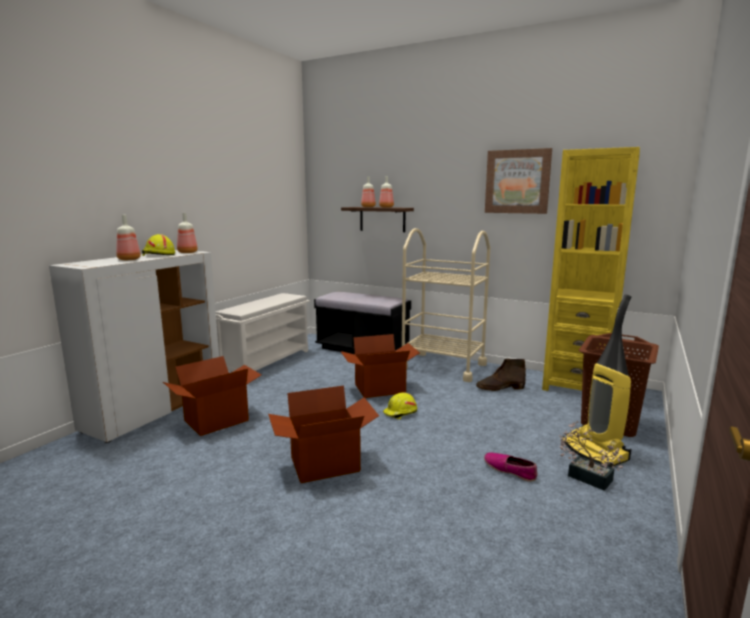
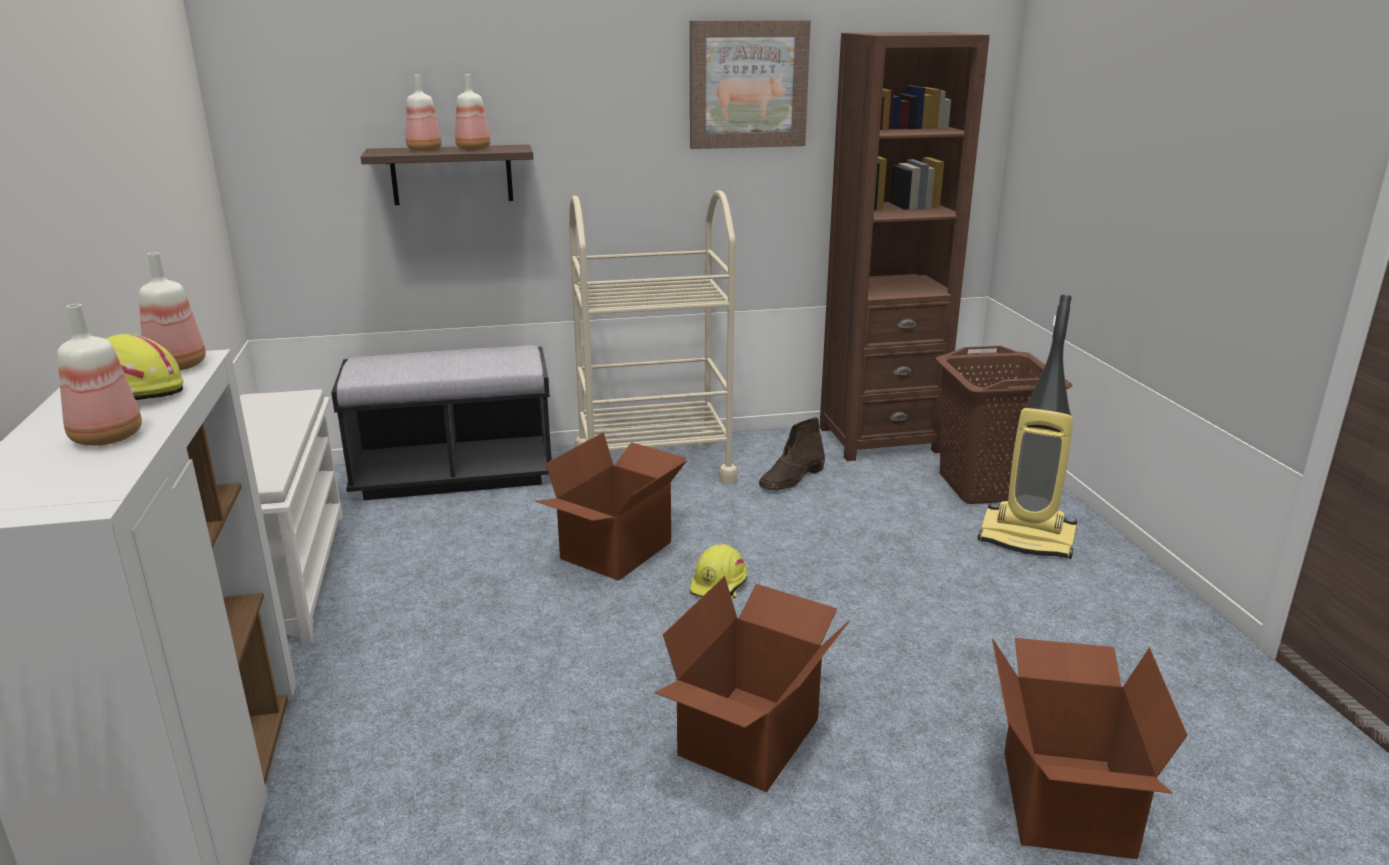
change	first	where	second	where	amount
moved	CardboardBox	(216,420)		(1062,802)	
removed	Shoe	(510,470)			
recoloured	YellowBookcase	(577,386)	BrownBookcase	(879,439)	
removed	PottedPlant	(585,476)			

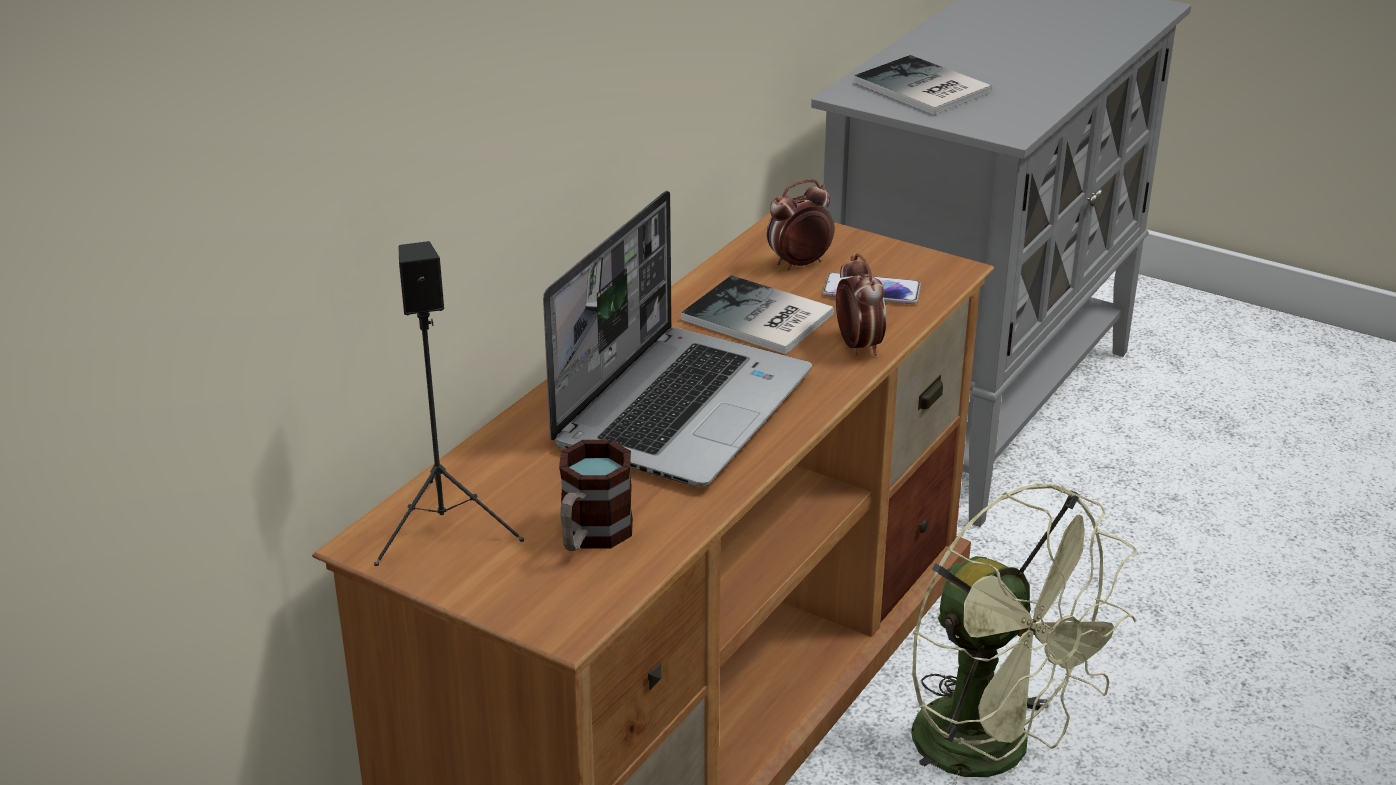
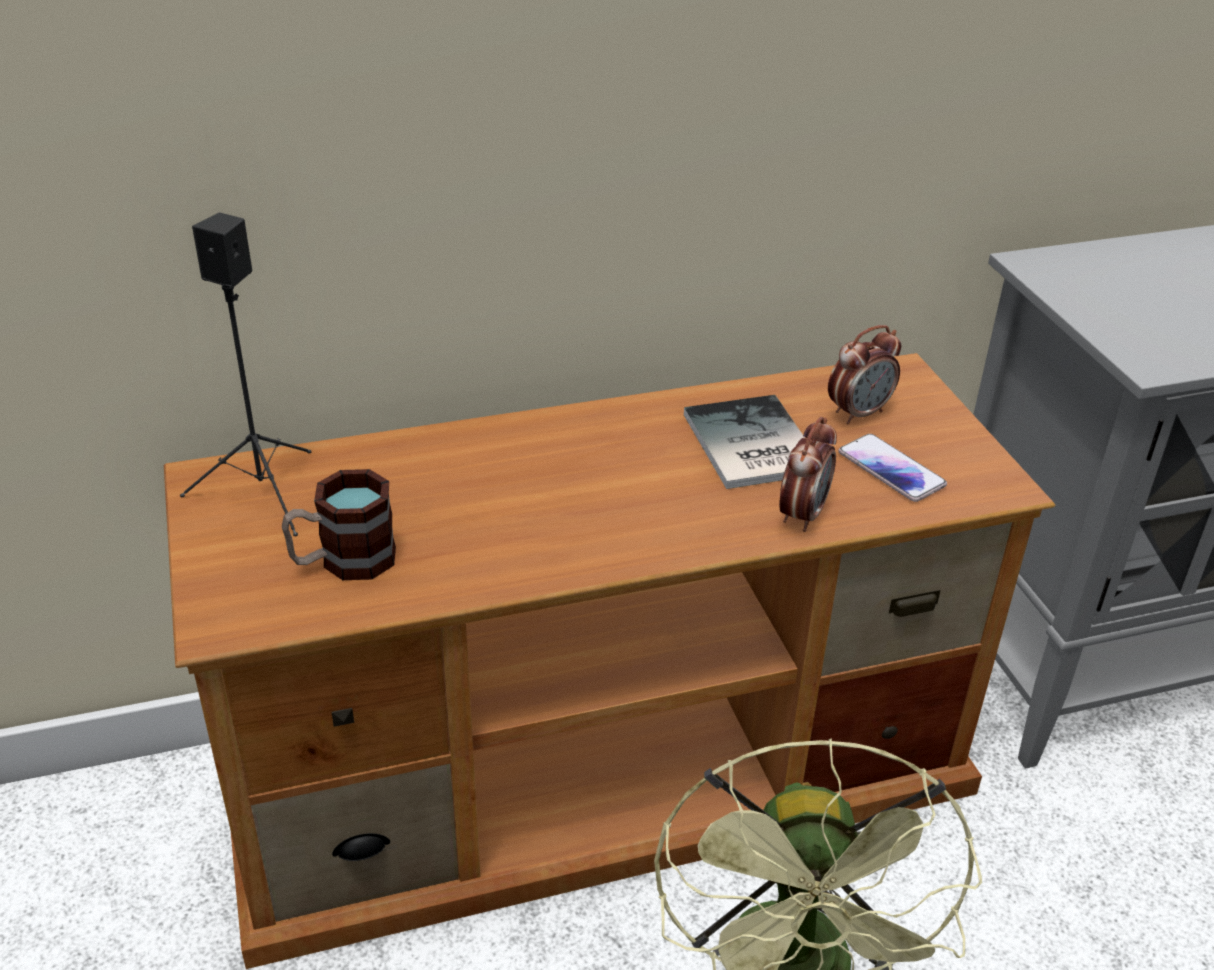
change	first	where	second	where	amount
removed	Laptop	(682,408)			
turned	AlarmClock	(799,264)		(858,413)	135 degrees clockwise
removed	Book	(922,89)			

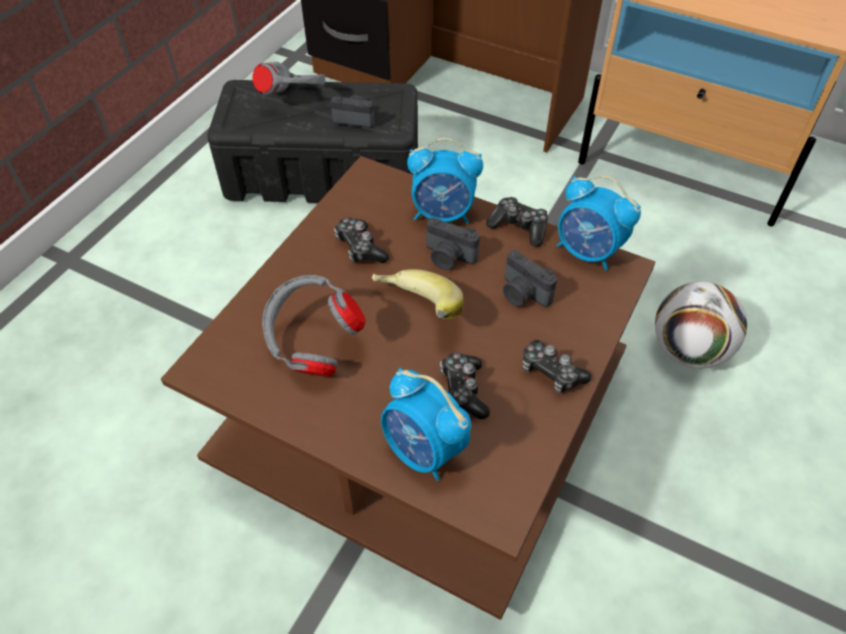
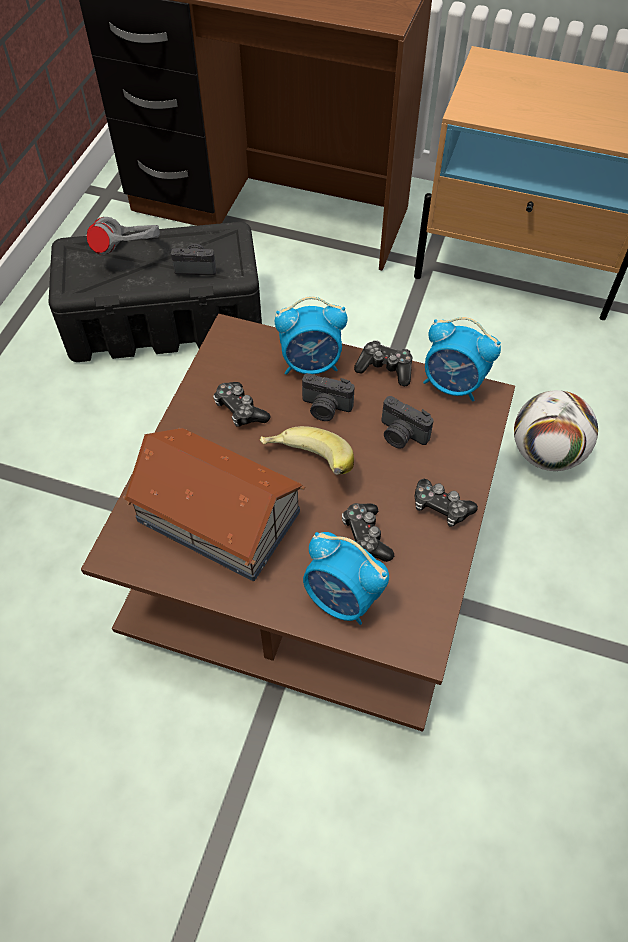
change	first	where	second	where	amount
replaced	GreyHeadphones	(312,345)	ToyHouse	(217,514)	

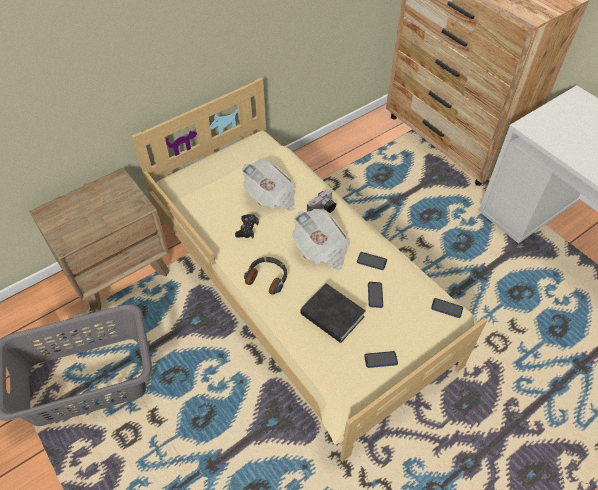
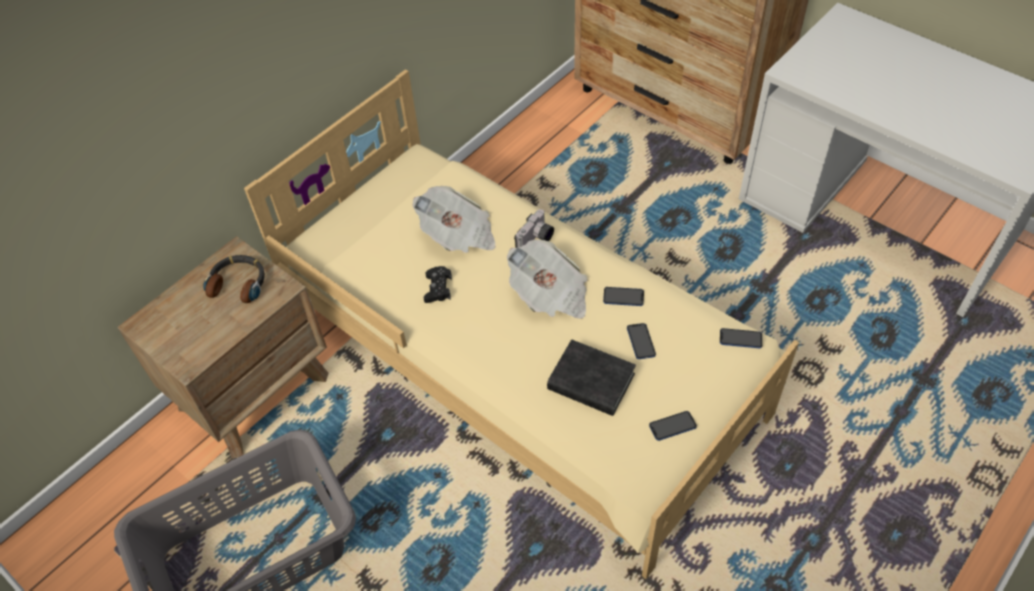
change	first	where	second	where	amount
moved	Headphones	(267,277)		(239,283)	

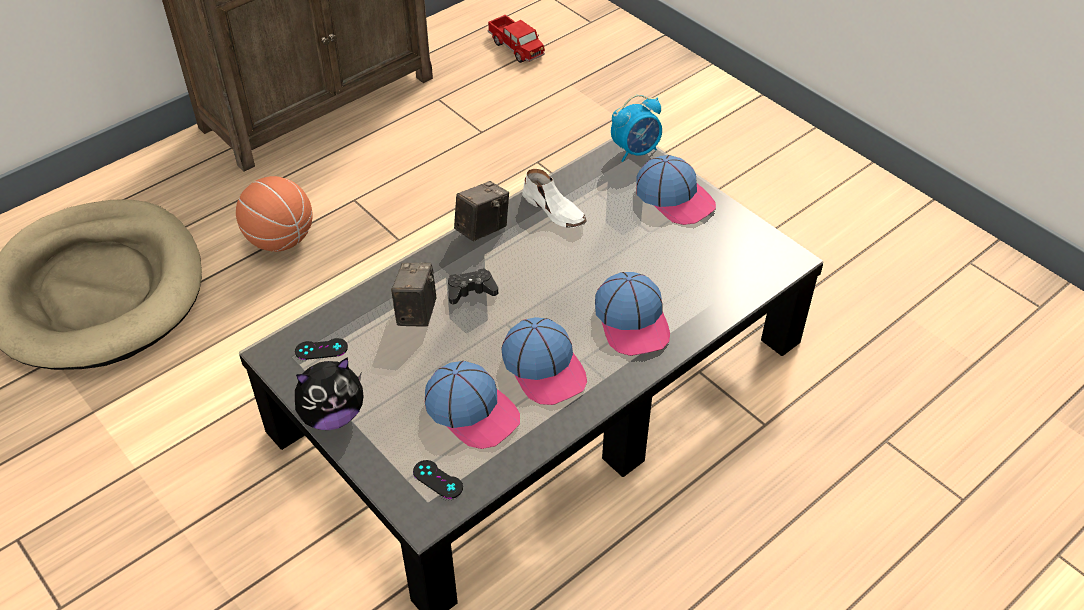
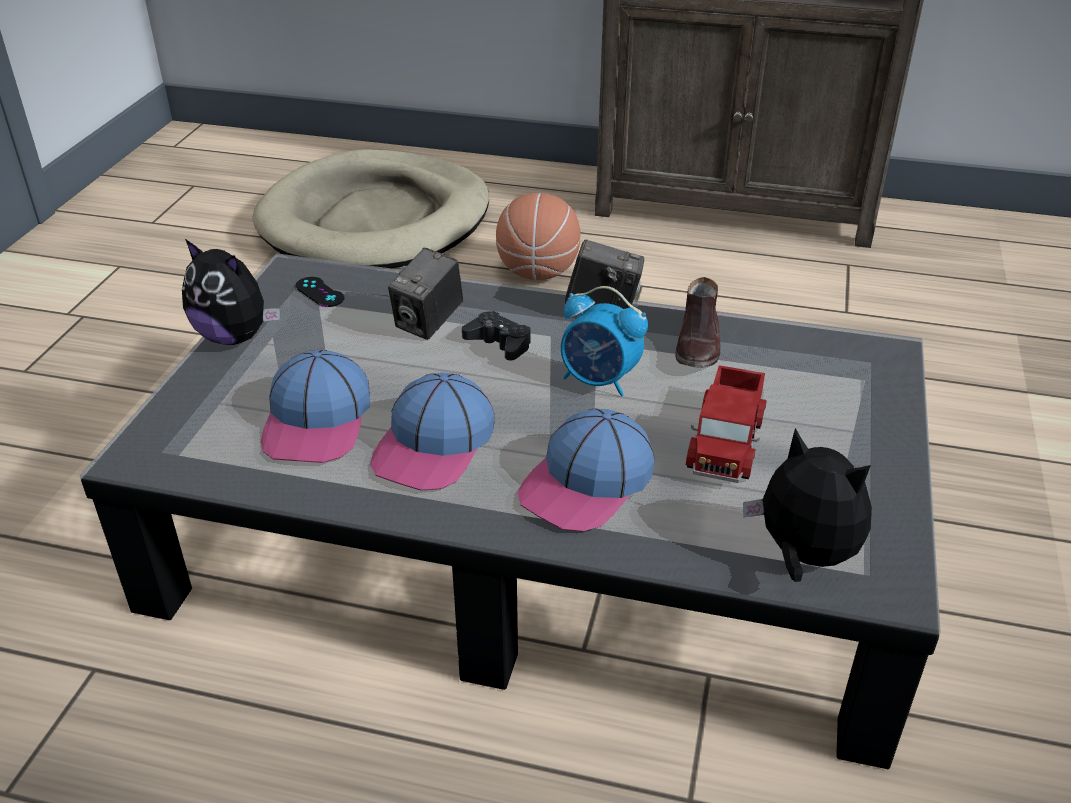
change	first	where	second	where	amount
turned	PhotoCamera	(416,312)		(429,323)	150 degrees clockwise
removed	BlackGameController	(438,479)			
moved	ToyTruck	(516,47)		(726,440)	
recoloured	WhiteShoe	(555,210)	BrownShoe	(698,344)	
moved	AlarmClock	(636,151)		(599,381)	
removed	Cap	(675,197)			
added			PlushToy	(803,556)	

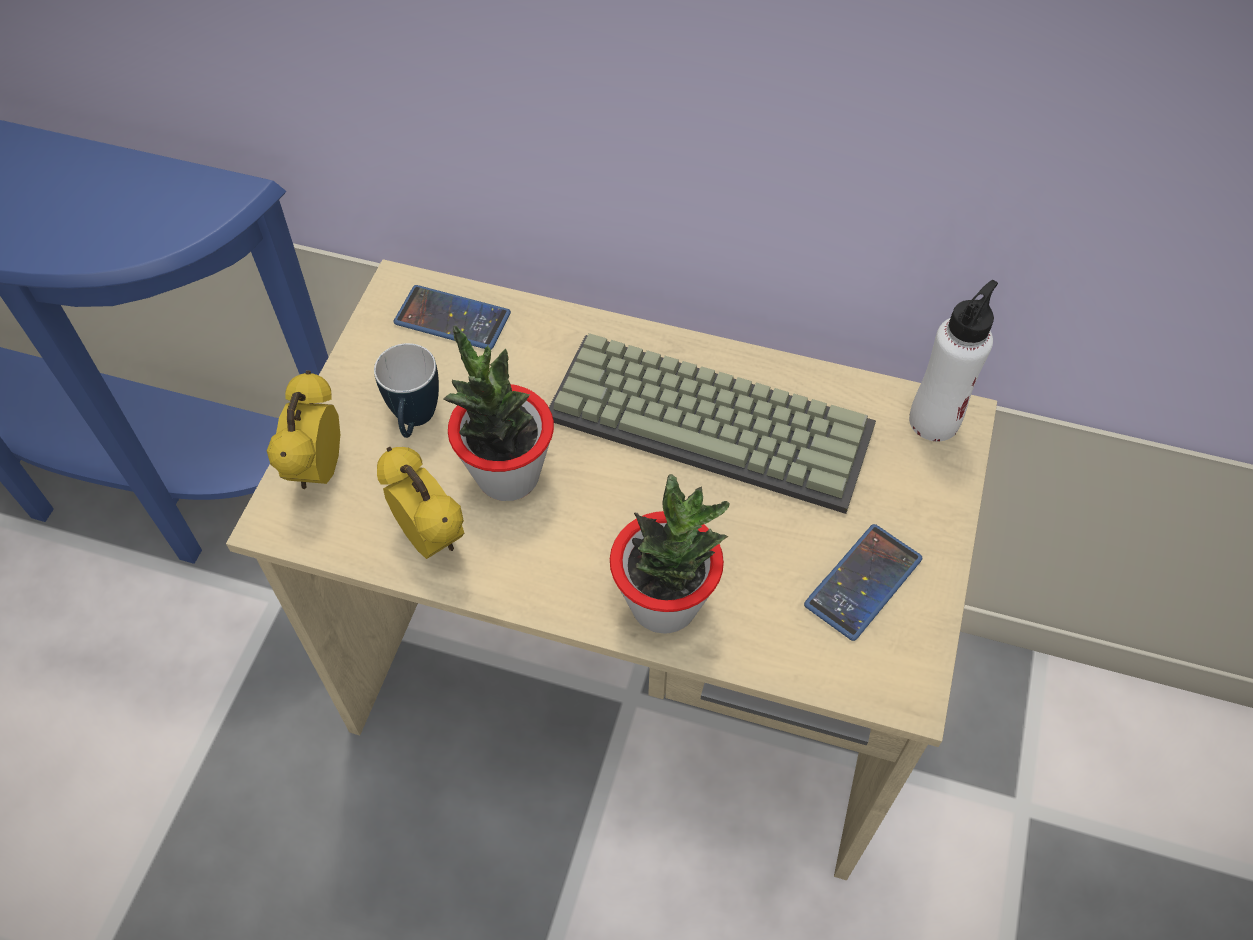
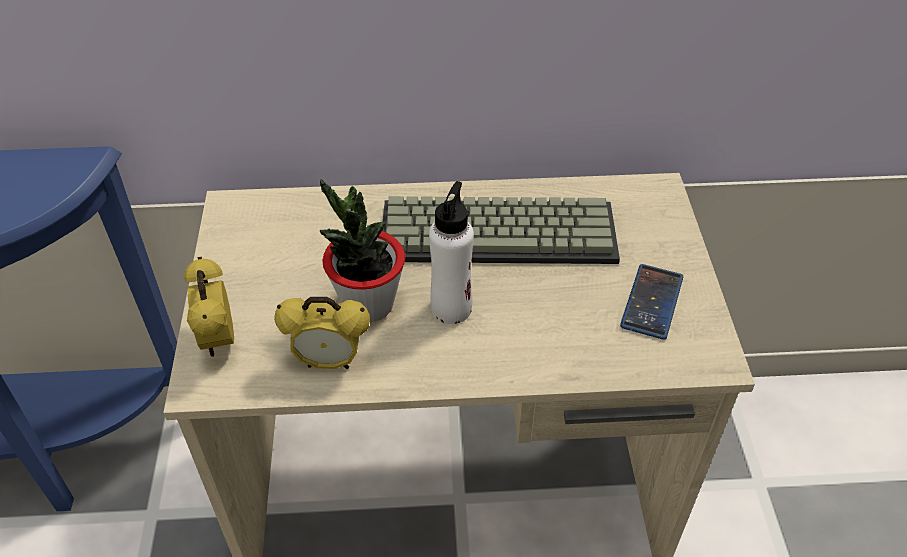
change	first	where	second	where	amount
removed	Mug	(415,423)			
turned	AlarmClock	(431,538)		(329,361)	150 degrees clockwise
removed	Phone	(452,319)			
removed	PottedPlant	(664,603)			
moved	WhiteBottle	(934,420)		(451,308)	

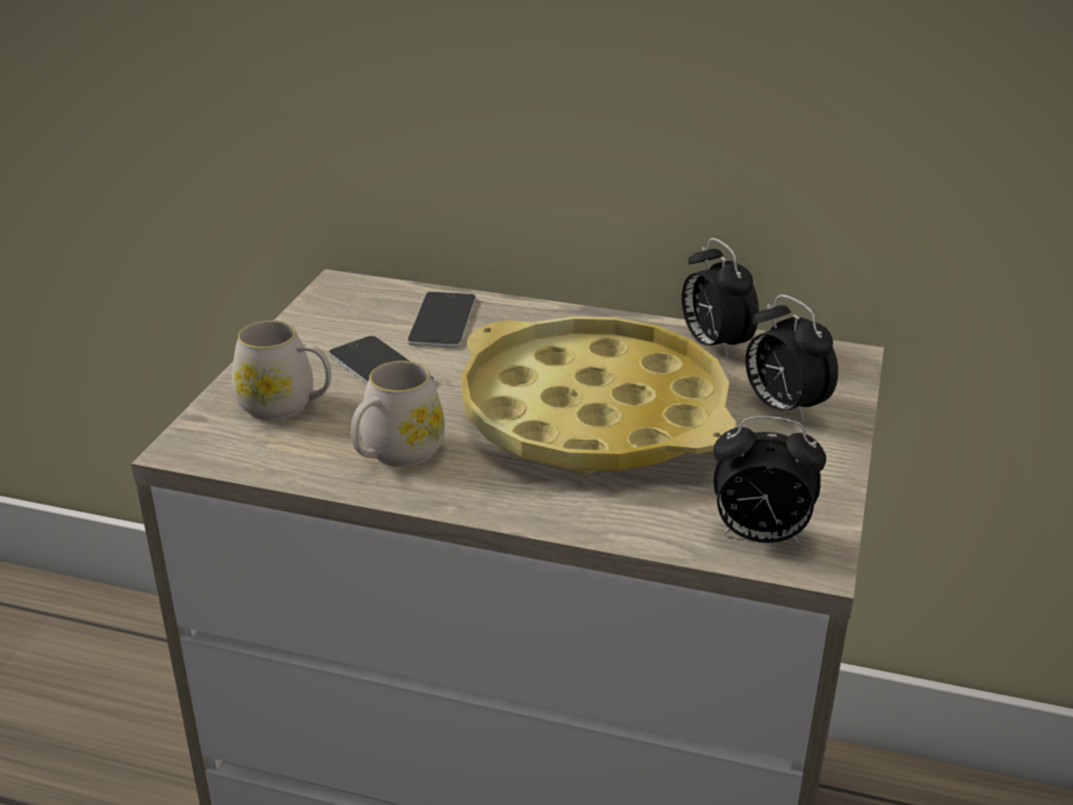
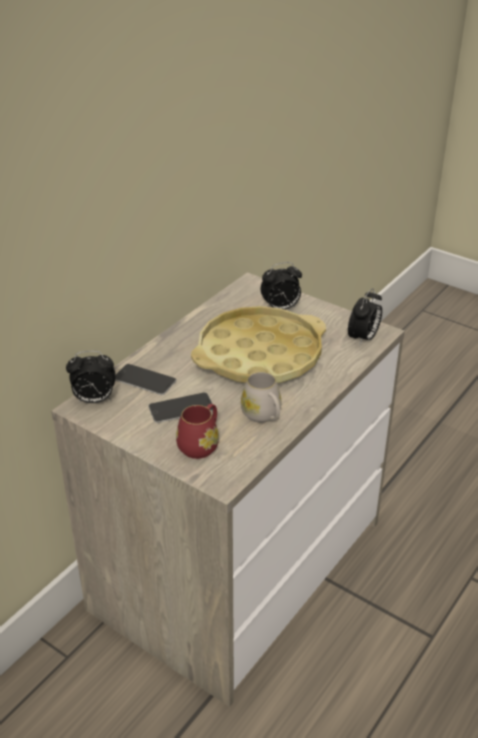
change	first	where	second	where	amount
recoloured	WhiteMug	(286,406)	RedMug	(201,444)	
moved	AlarmClock	(713,345)		(94,400)	

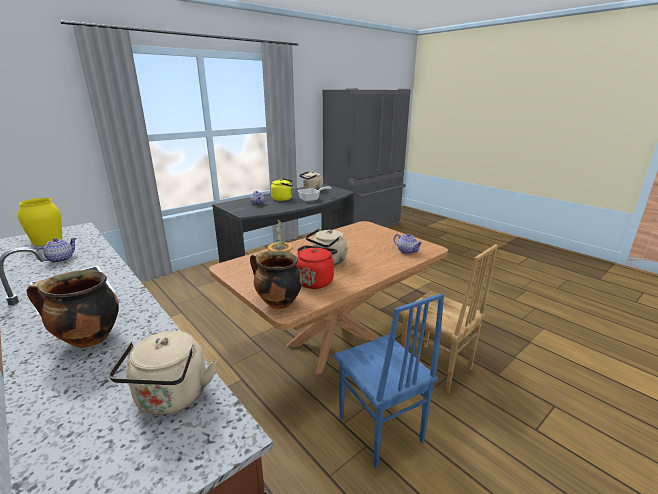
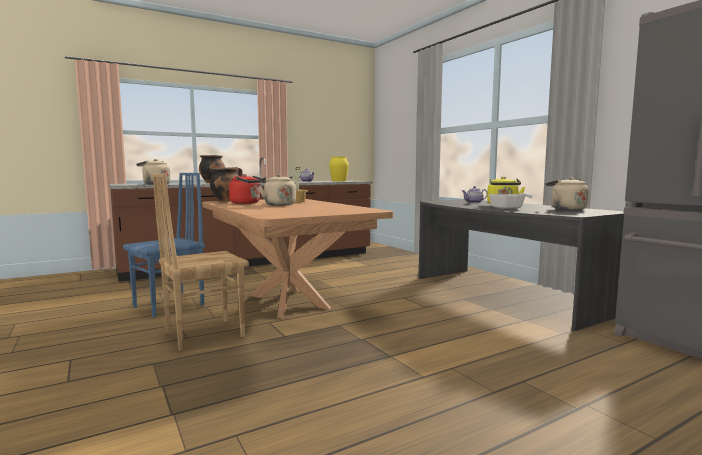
change	first	where	second	where	amount
turned	BlueChair	(379,430)		(170,306)	150 degrees clockwise
removed	Teapot	(407,251)			

